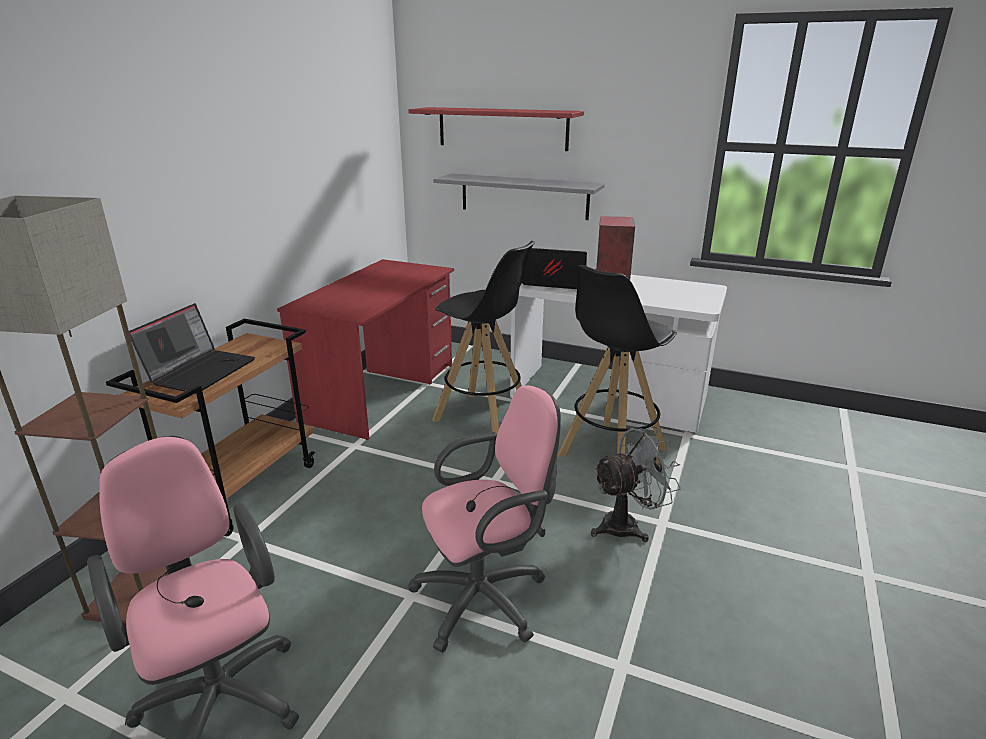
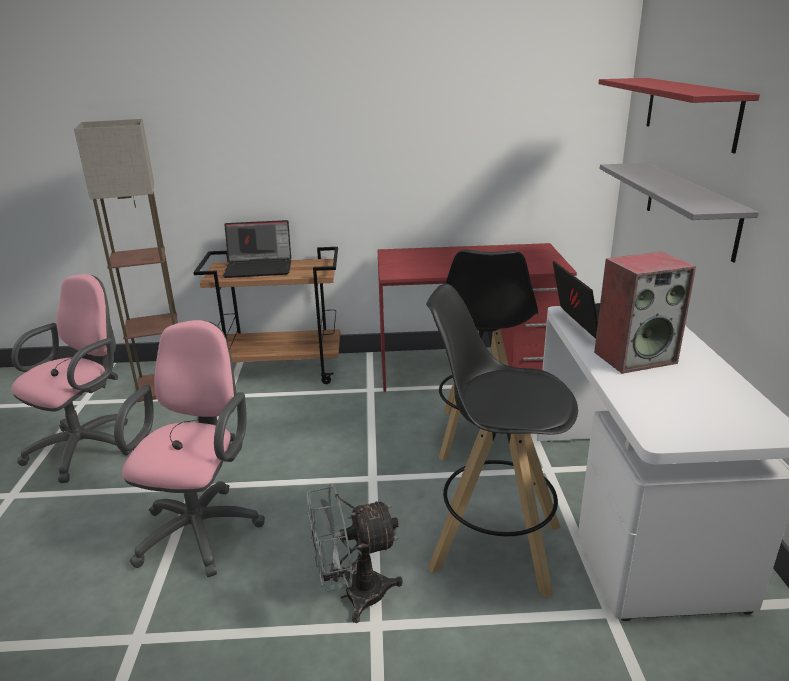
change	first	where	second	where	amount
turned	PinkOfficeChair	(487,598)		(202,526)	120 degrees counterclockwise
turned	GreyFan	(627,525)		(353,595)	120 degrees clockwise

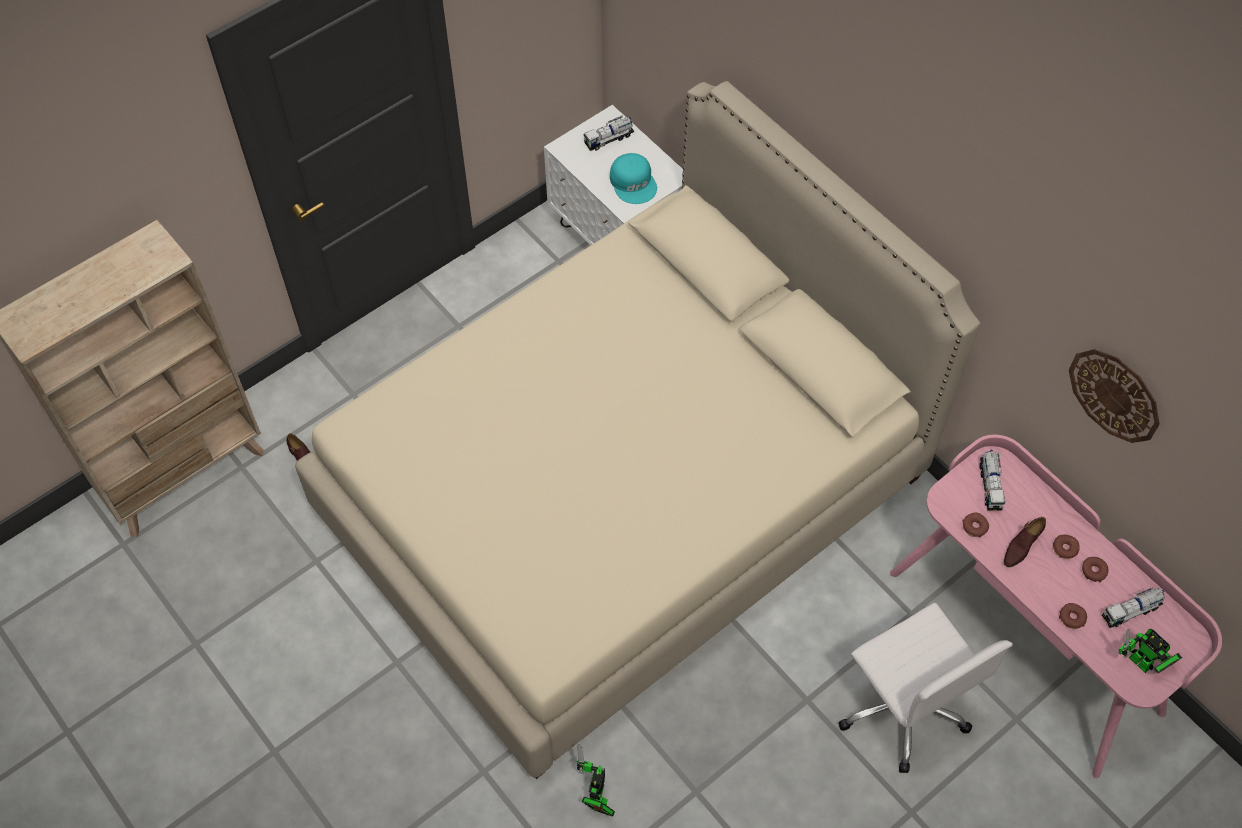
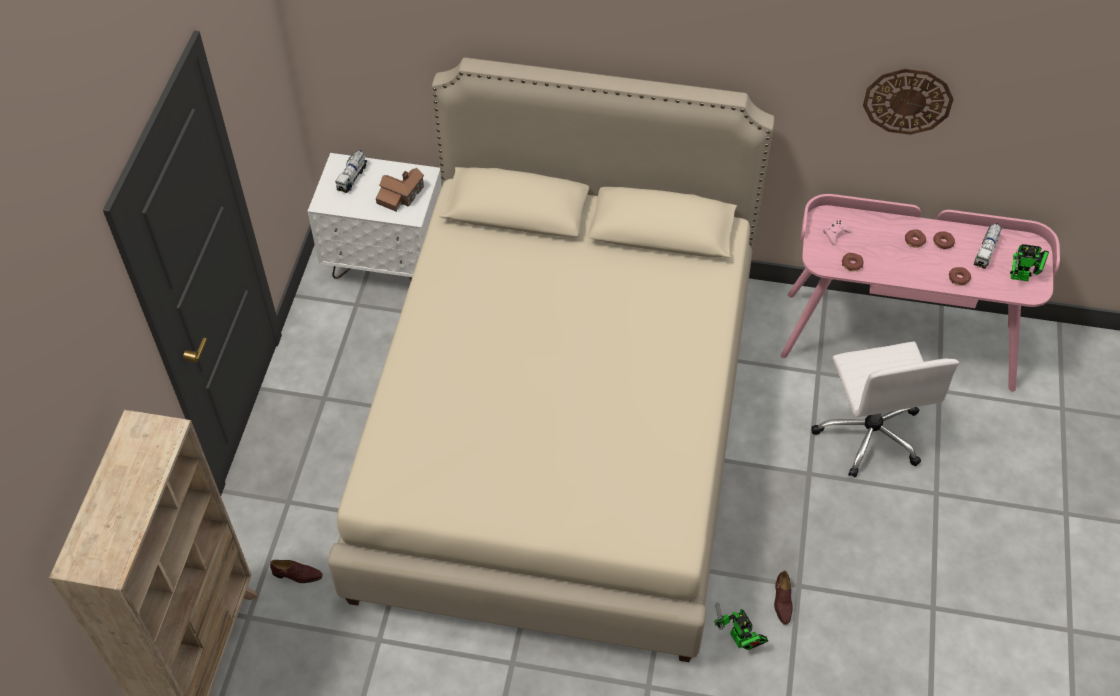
change	first	where	second	where	amount
replaced	TurquoiseCap	(634,182)	ToyHouse	(400,195)	
turned	WhiteOfficeChair	(903,707)		(869,433)	60 degrees clockwise
replaced	ToyTruck	(990,486)	PinkGameController	(835,233)	
moved	BrownShoe	(1021,546)		(782,601)	

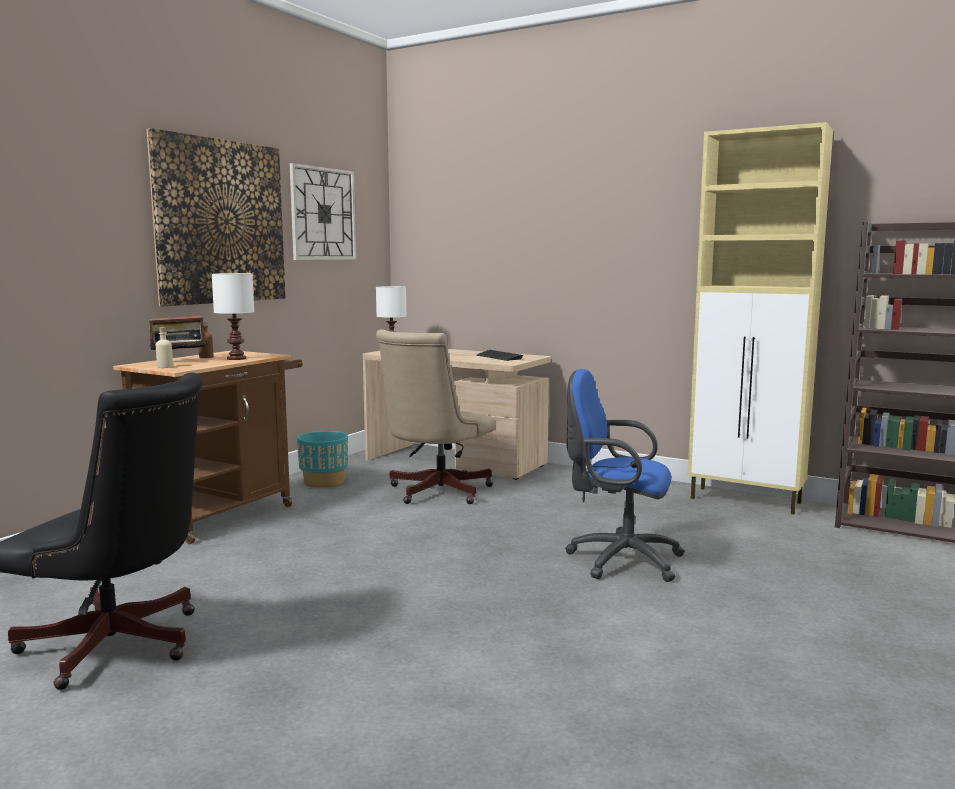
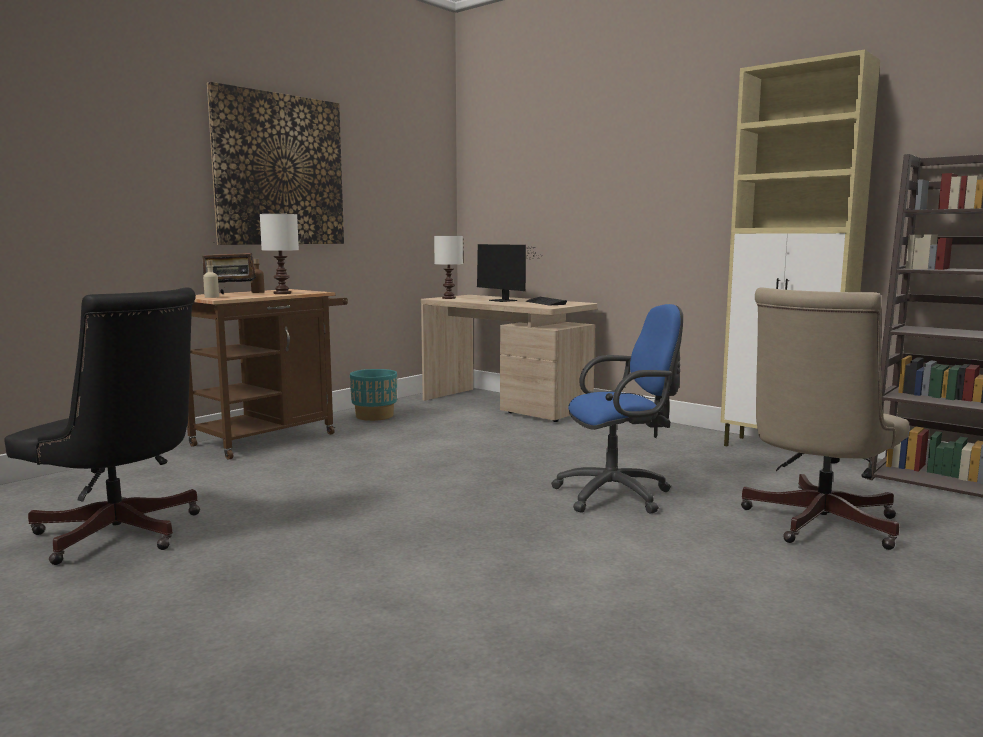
change	first	where	second	where	amount
removed	WallClock	(323,214)			
moved	BeigeOfficeChair	(435,493)		(815,524)	
turned	BlueOfficeChair	(618,560)		(619,495)	135 degrees clockwise
added			Monitor	(504,301)	

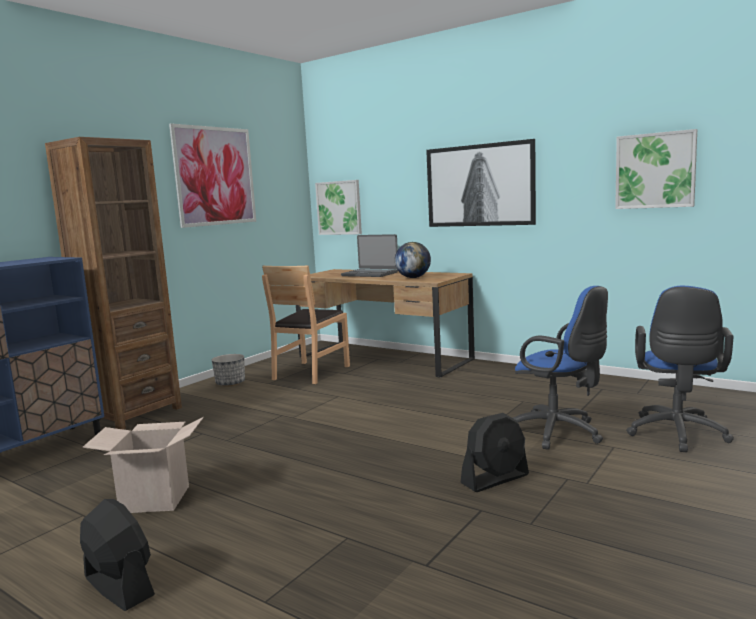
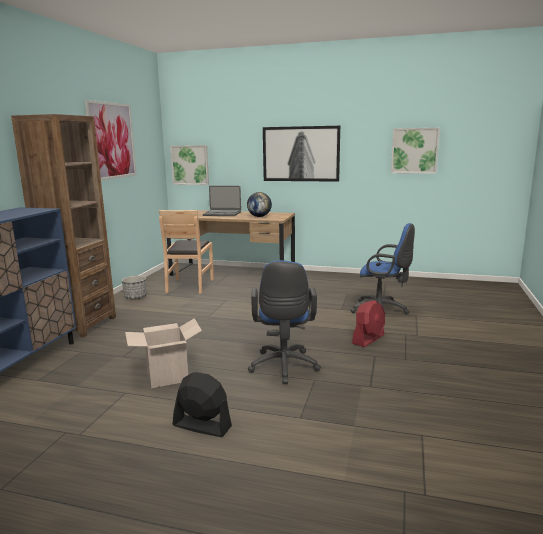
change	first	where	second	where	amount
recoloured	BlackFan	(495,479)	RedFan	(368,339)	
moved	BlueOfficeChair	(677,435)		(283,368)	

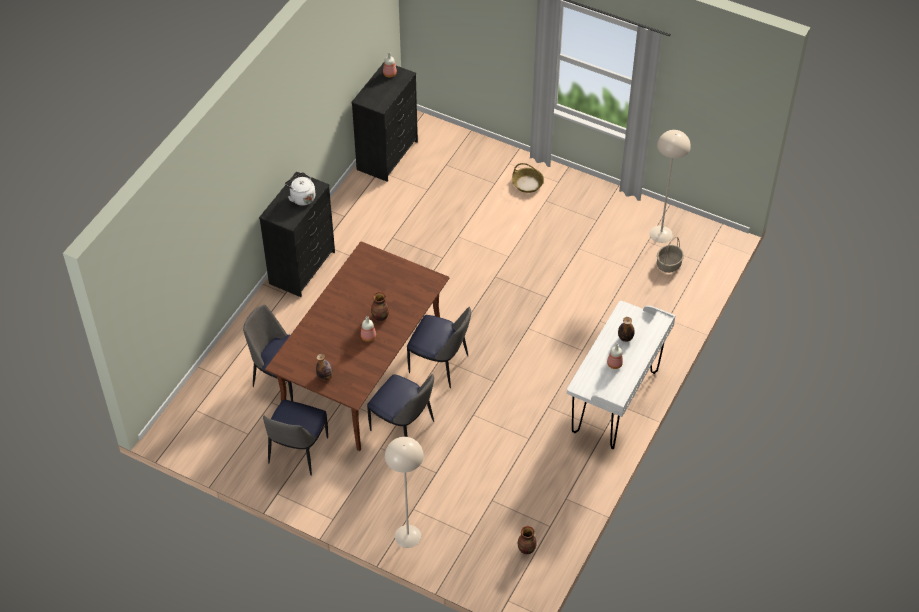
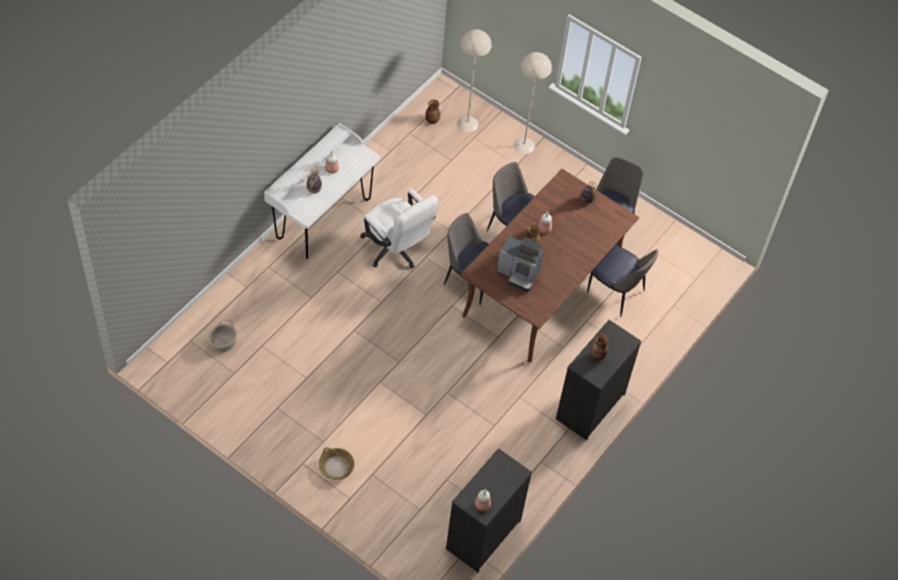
change	first	where	second	where	amount
replaced	WhiteKettle	(301,197)	Vase	(597,356)	
moved	BeigeFloorLamp	(660,234)		(467,124)	
added			WhiteOfficeChair	(396,250)	
added			CoffeeMachine	(519,274)	

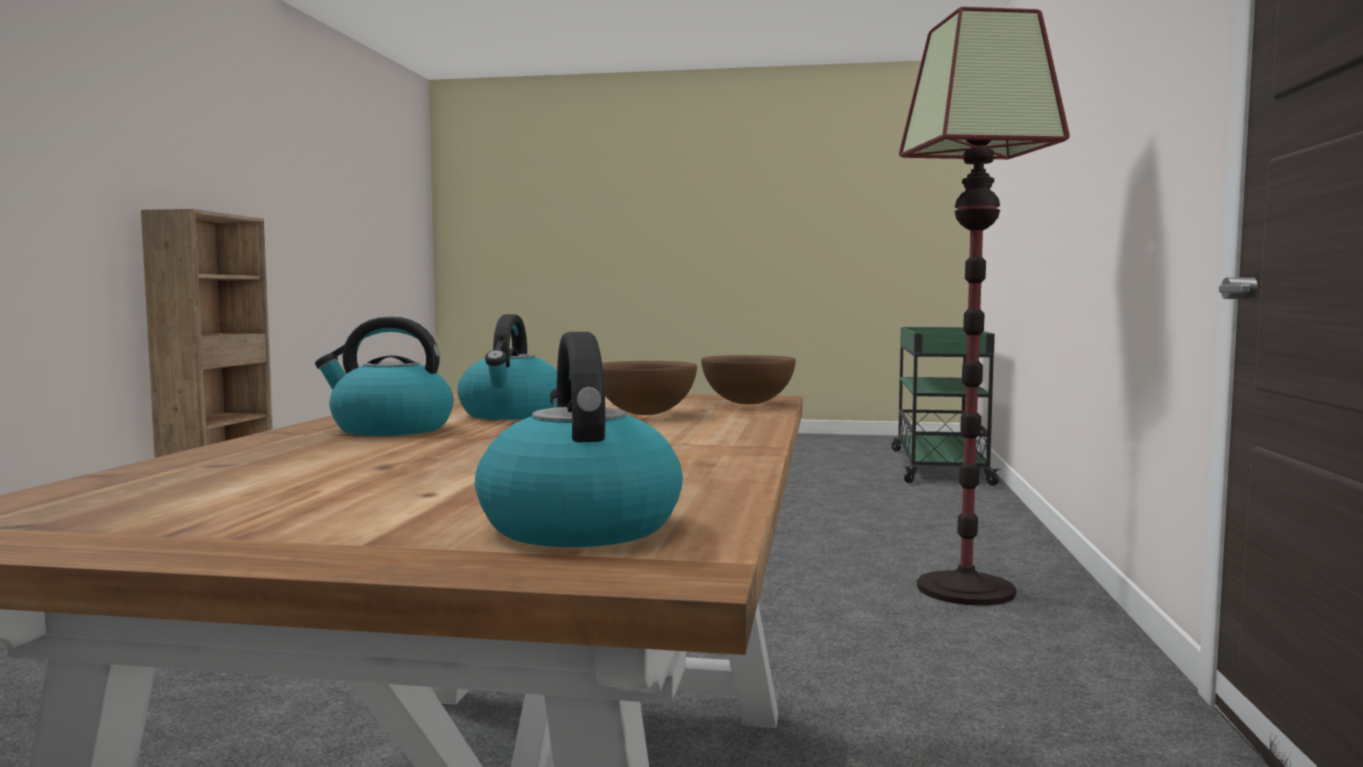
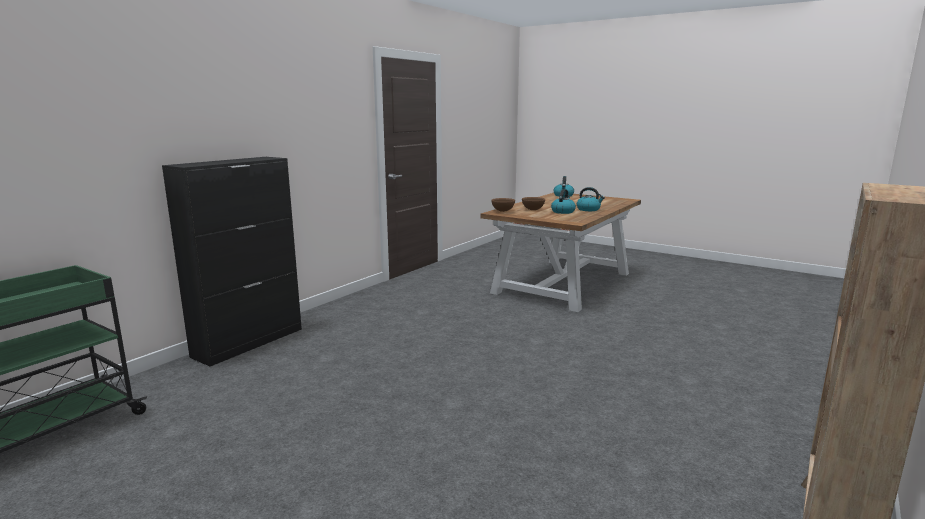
change	first	where	second	where	amount
removed	FloorLamp	(967,590)			
added			BlackCabinet	(249,342)	

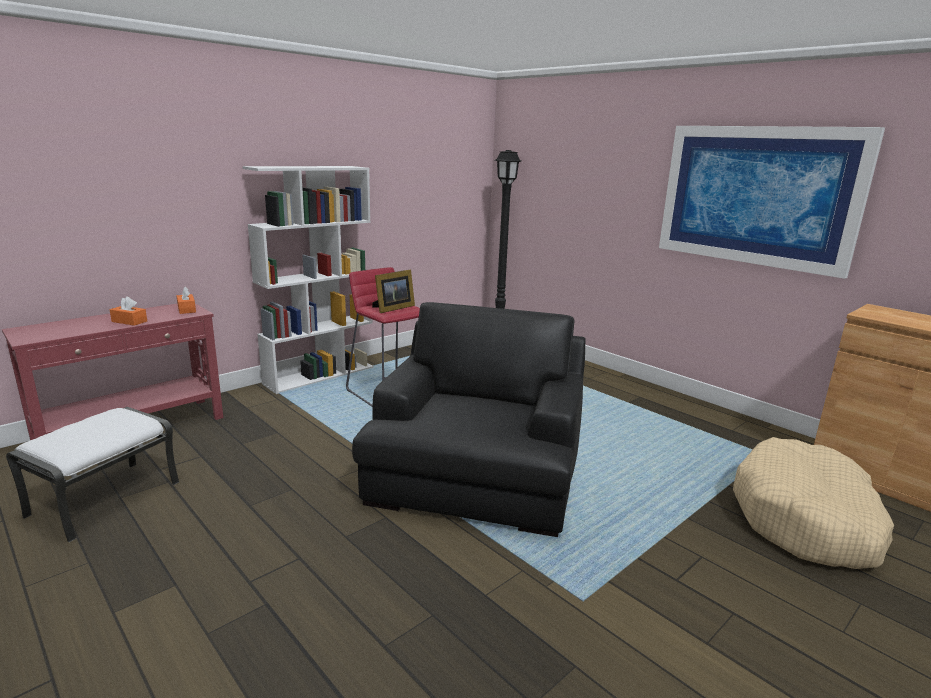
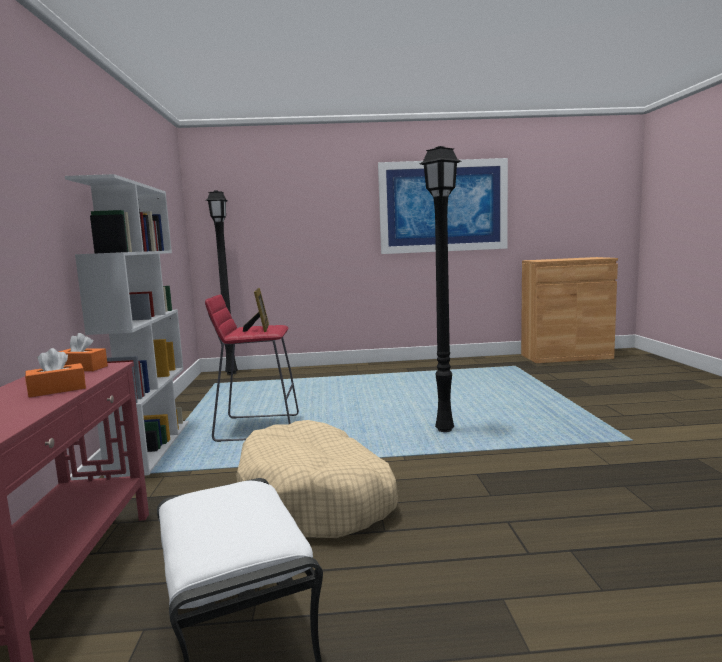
change	first	where	second	where	amount
replaced	BlackArmchair	(477,471)	BlackFloorLamp	(444,430)	
moved	BeigeDogBed	(806,520)		(316,498)	

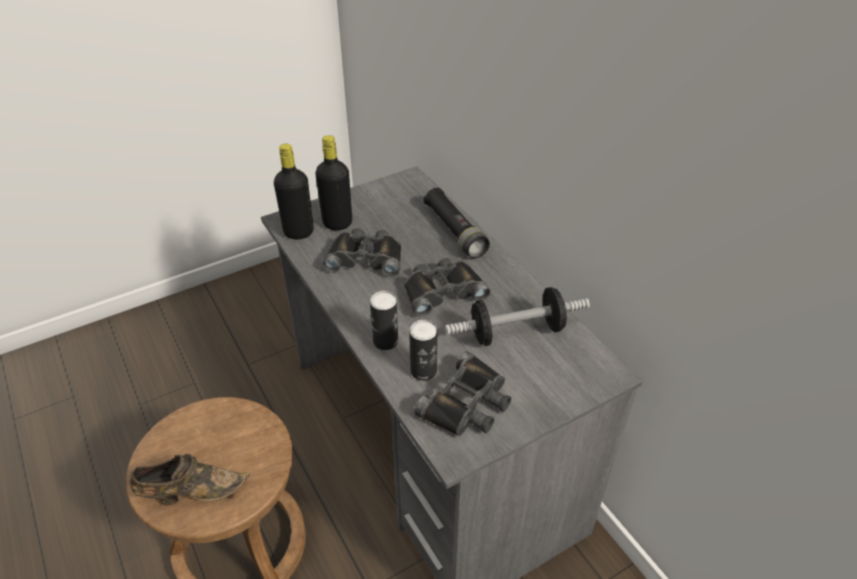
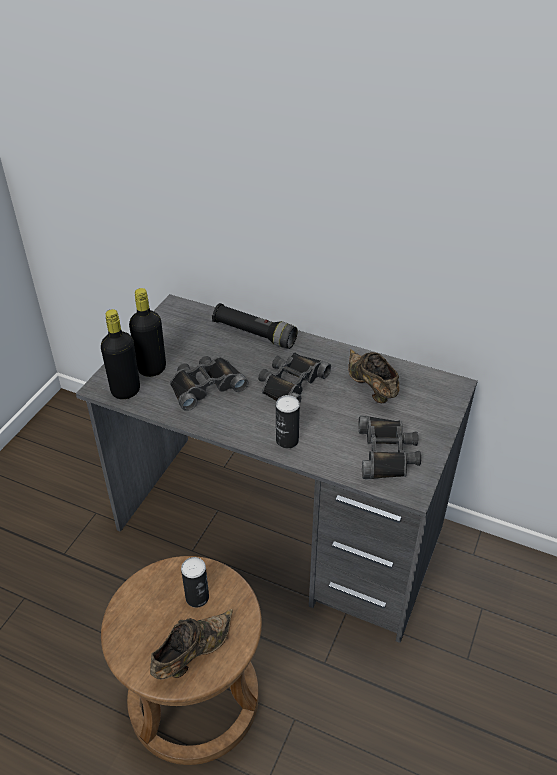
change	first	where	second	where	amount
moved	Can	(423,371)		(197,597)	
replaced	Dumbbell	(516,332)	BrownShoe	(371,387)	

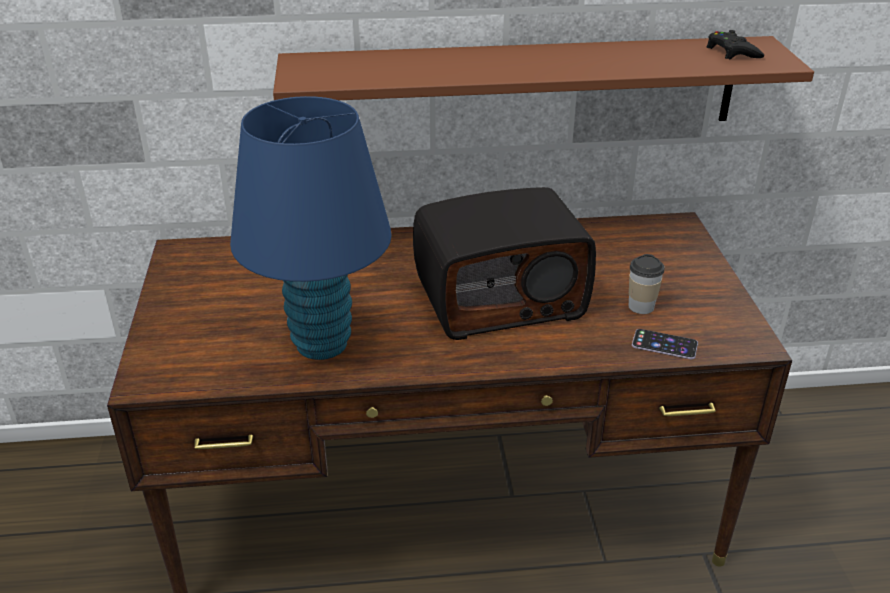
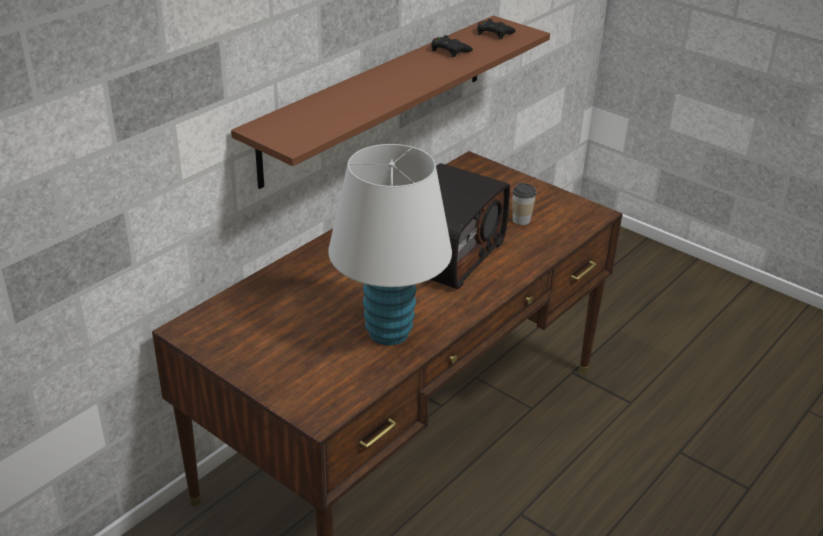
change	first	where	second	where	amount
recoloured	BlueTableLamp	(322,344)	WhiteTableLamp	(388,332)	
removed	Phone	(664,344)			
added			BlackGameController	(449,51)	

